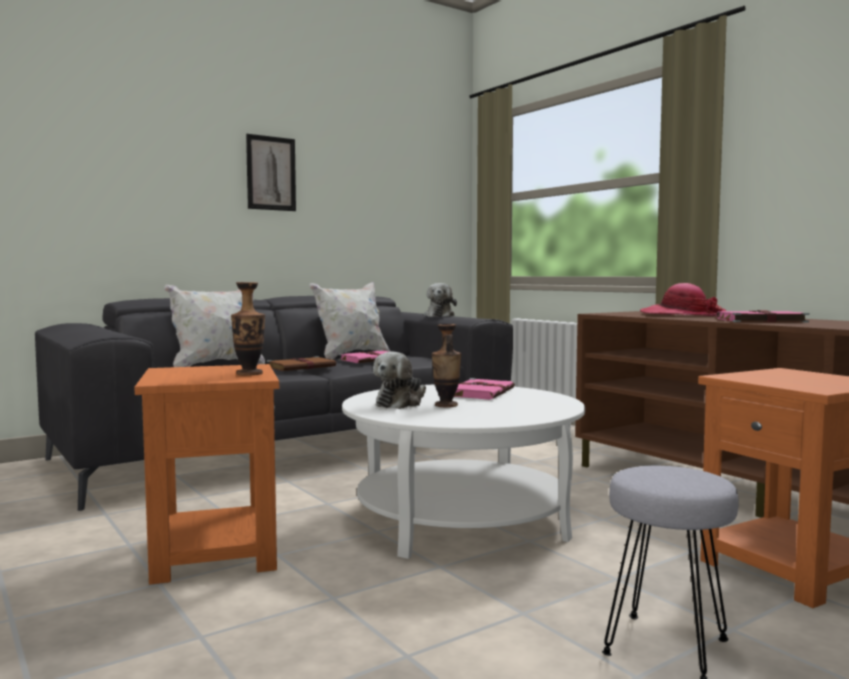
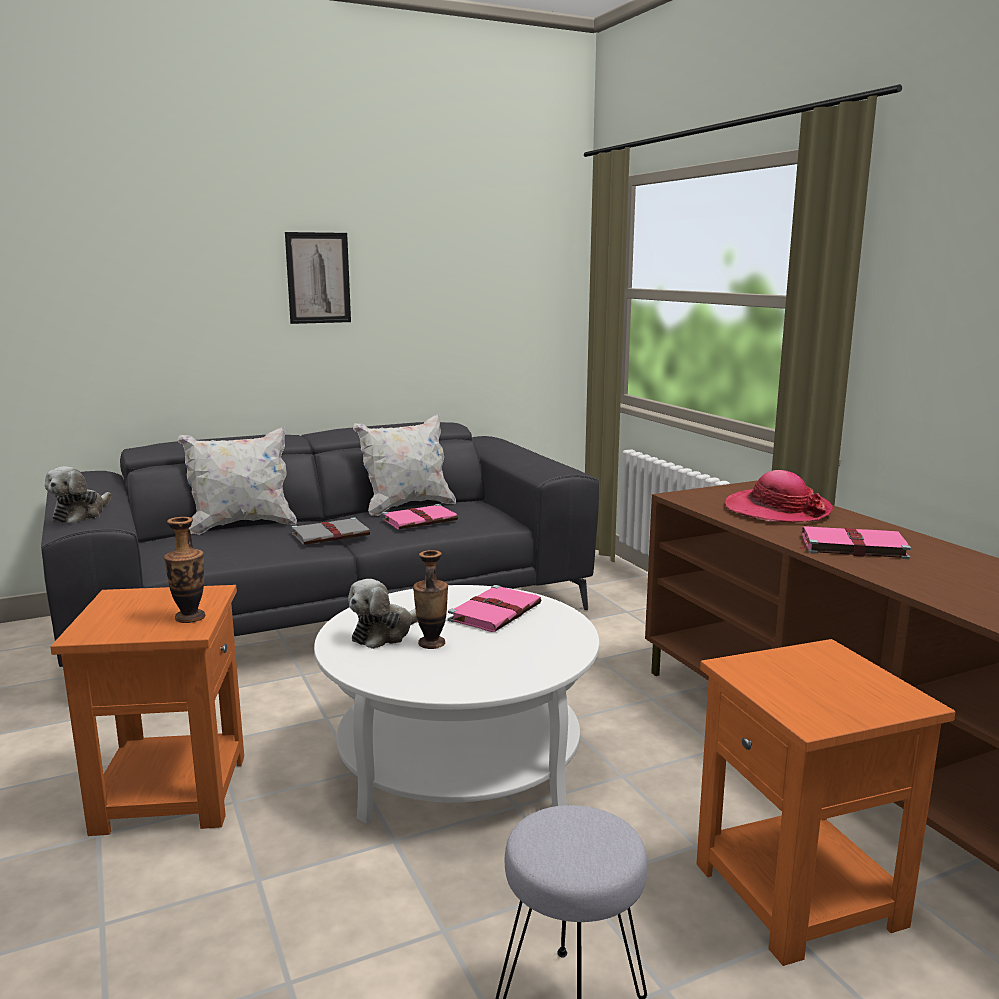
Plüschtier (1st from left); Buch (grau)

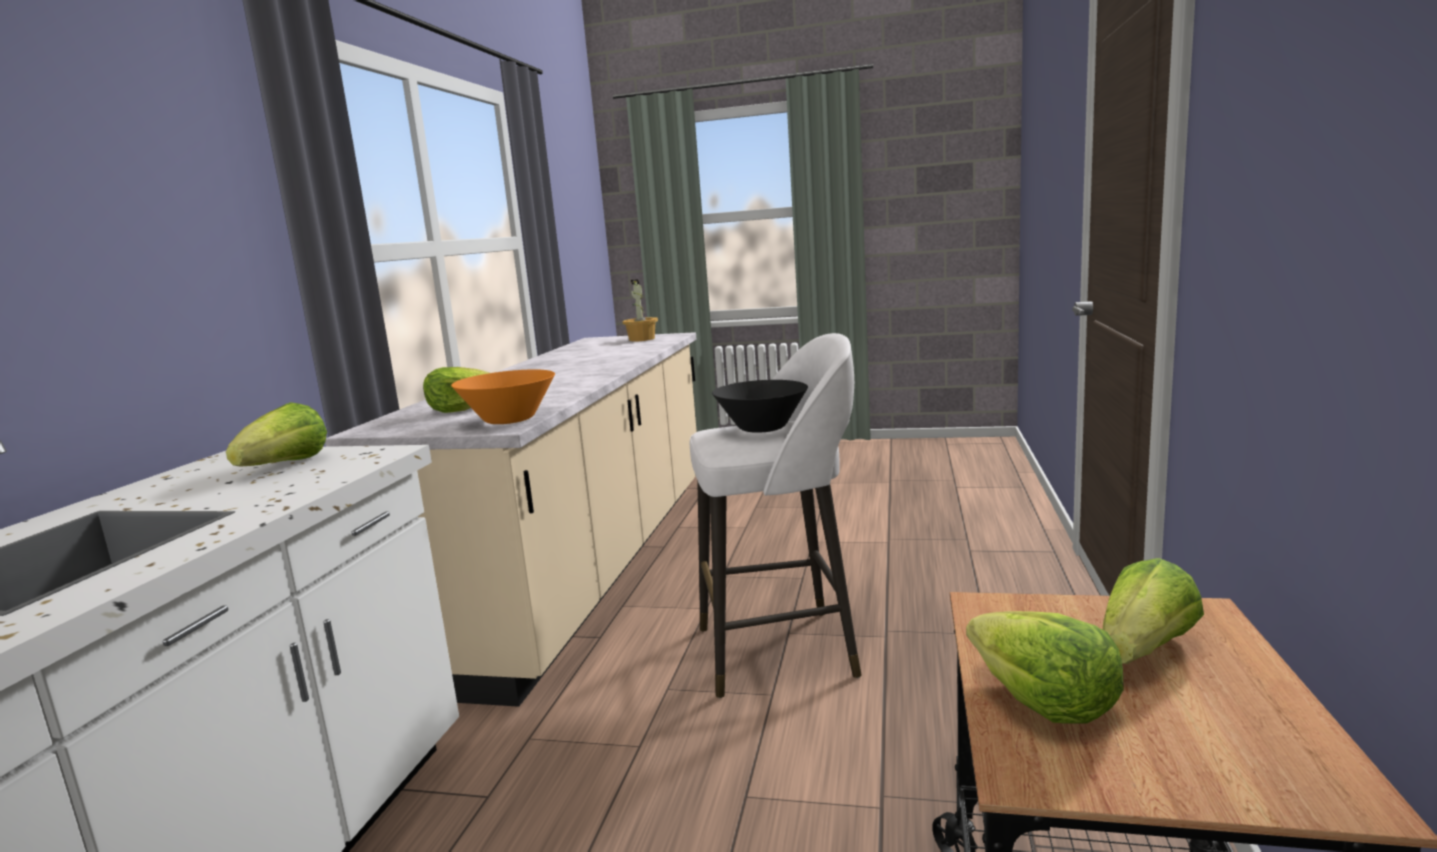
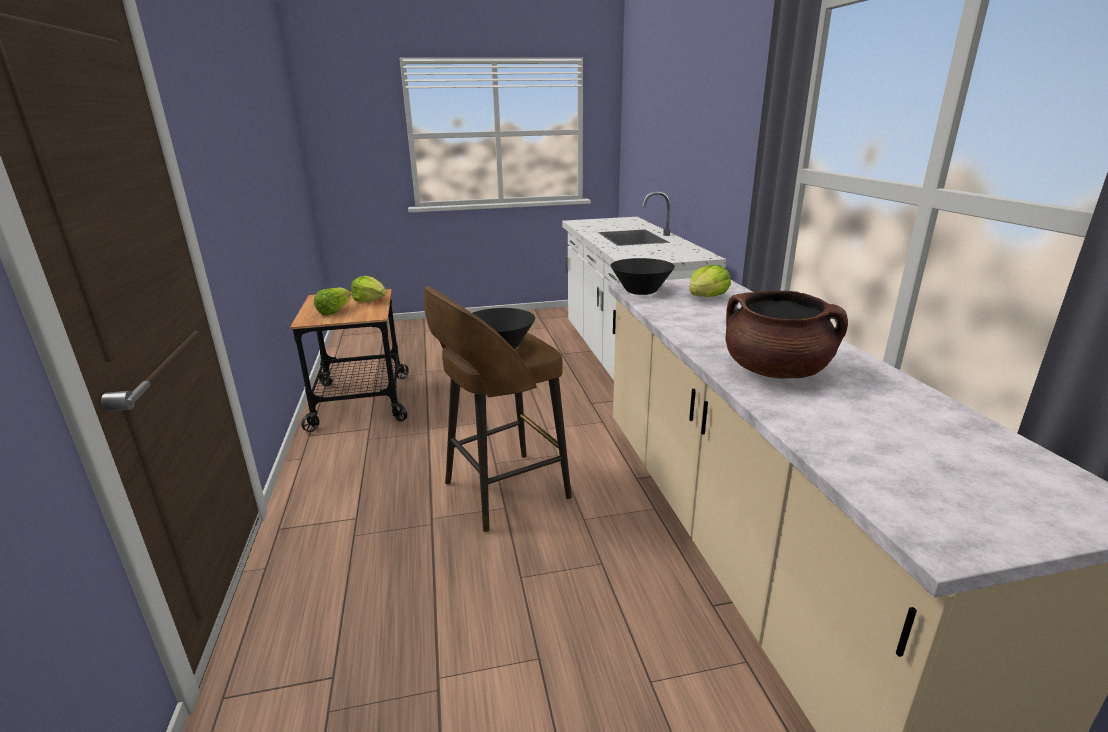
Topfpflanze; Hocker (braun); Schüssel (schwarz) (2nd from left); Salatkopf (1st from left in the first image); Kochtopf (braun)

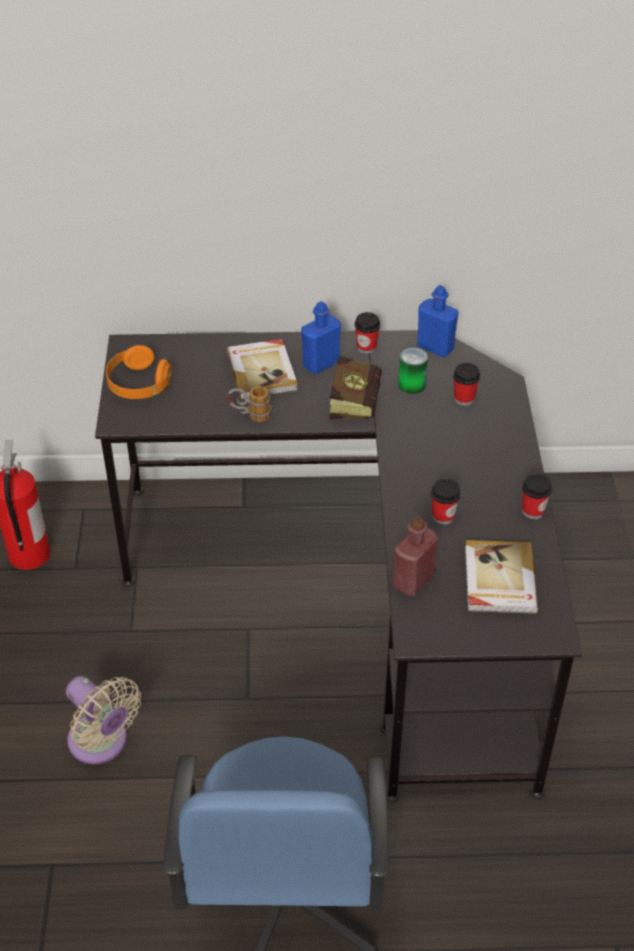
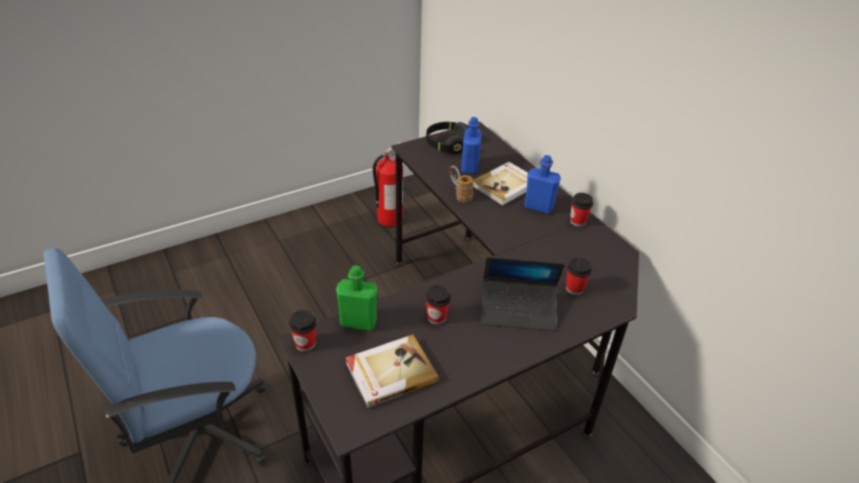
Flasche (blau) (1st from left); Kopfhörer (schwarz); Dose; Buch (2nd from left in the first image); Tasse (1st from left); Flasche (grün); Ventilator (beige); Laptop

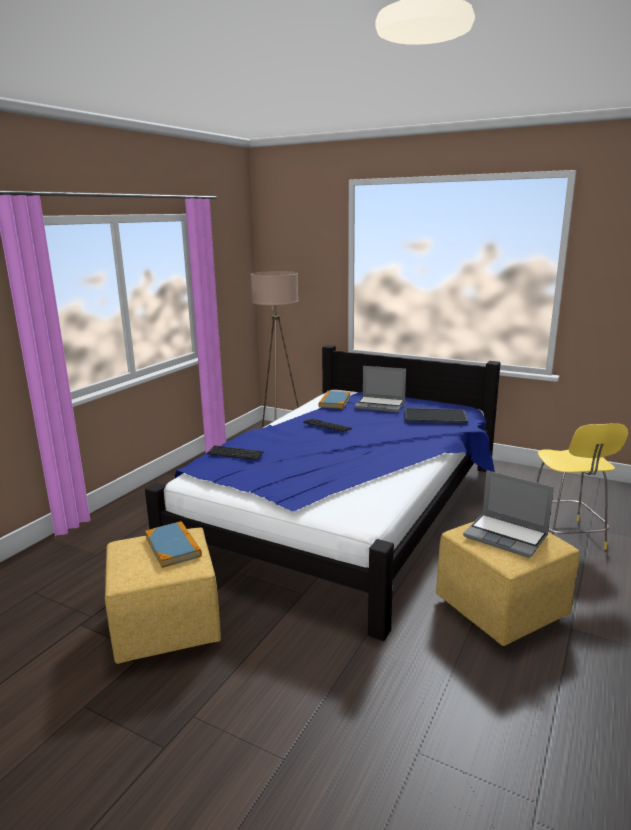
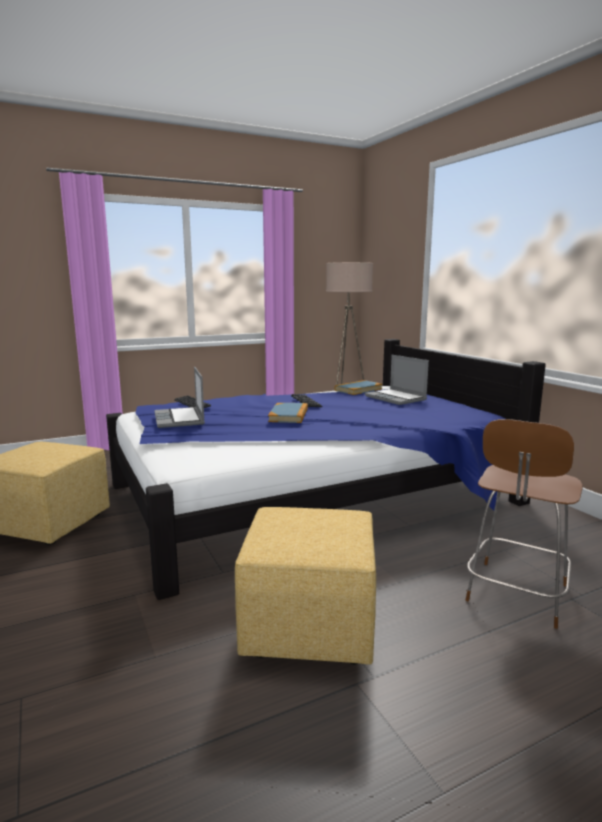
Tablett; Hocker (braun); Laptop (1st from left); Buch (1st from left)

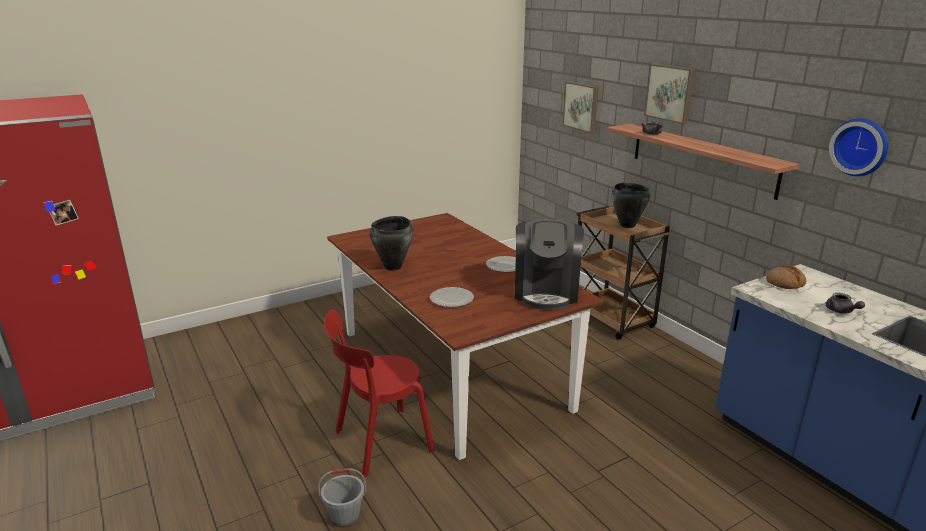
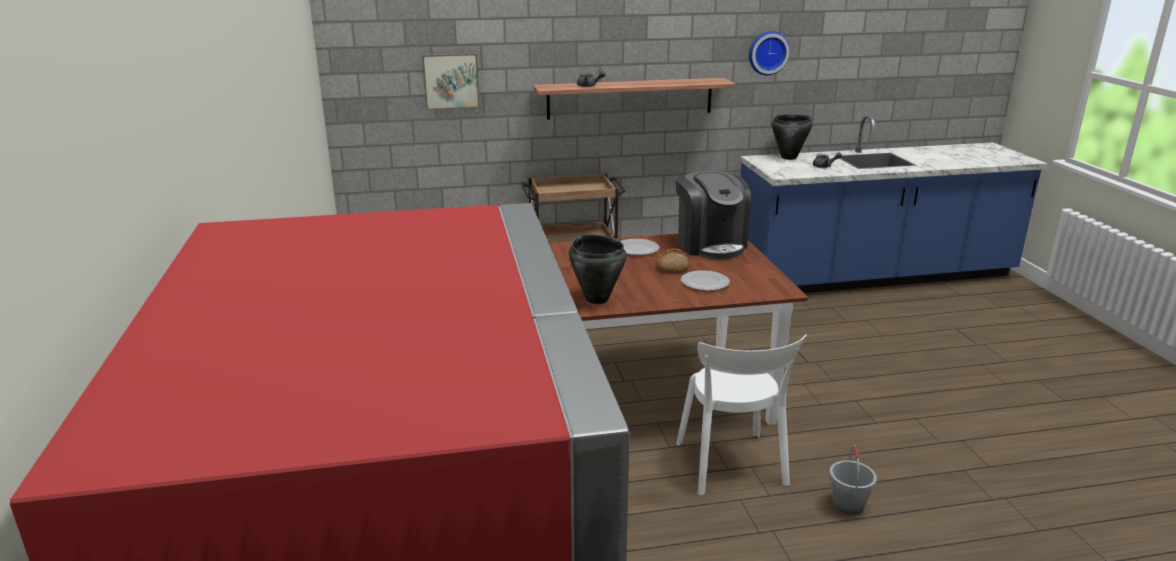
Bild (2nd from left in the first image); Kochtopf (schwarz) (2nd from left); Kaffeemaschine; Brot; Stuhl (weiß)

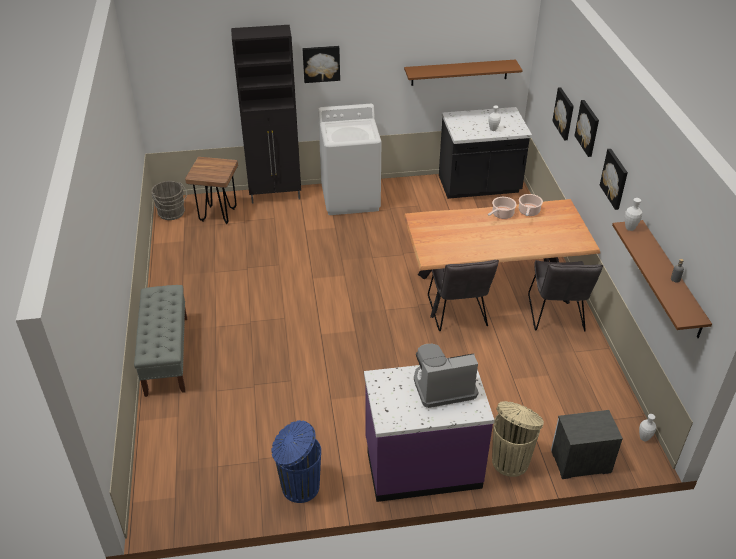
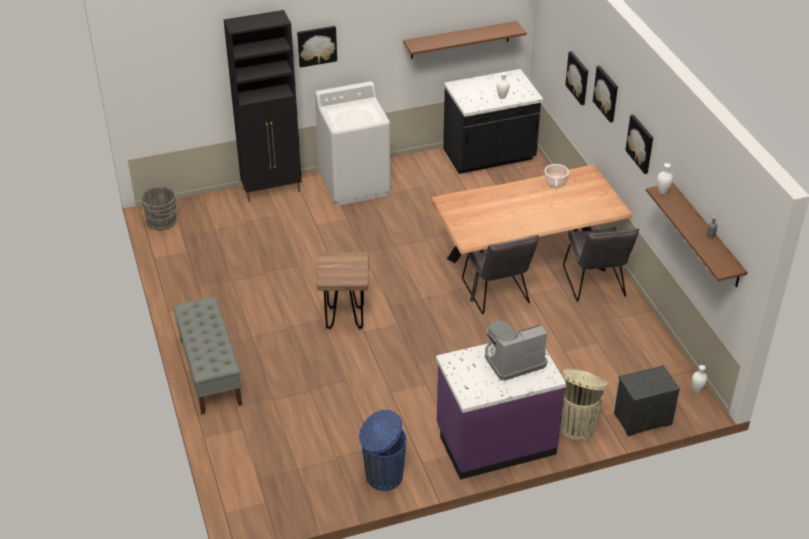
Hocker (braun); Kochtopf (1st from left in the first image)

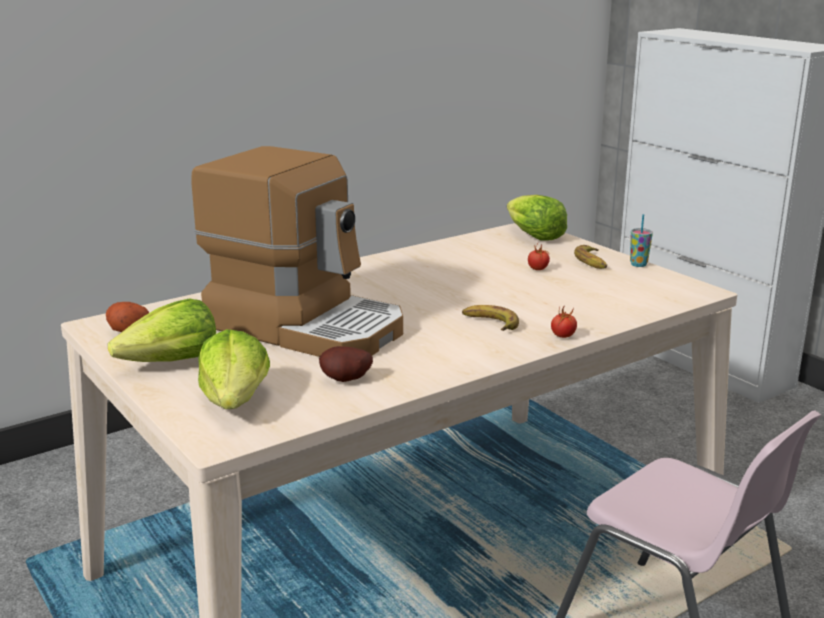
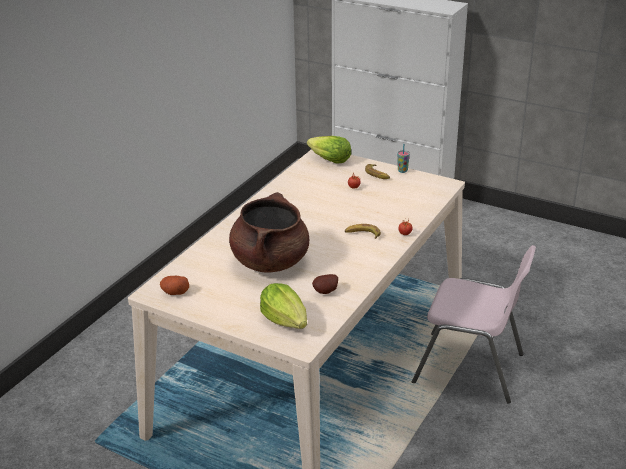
Kochtopf (braun); Salatkopf (1st from left in the first image)

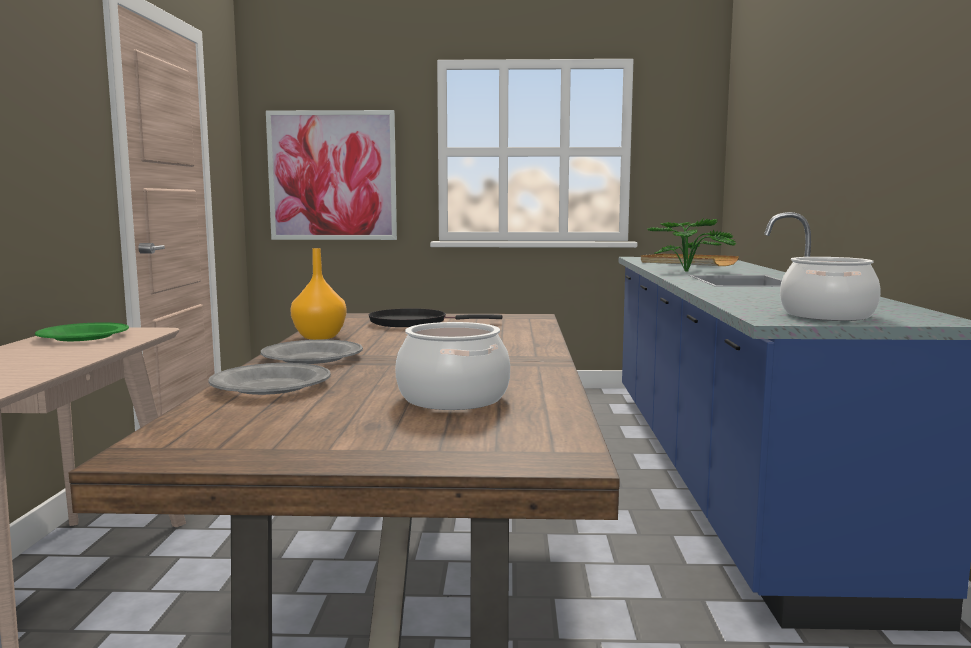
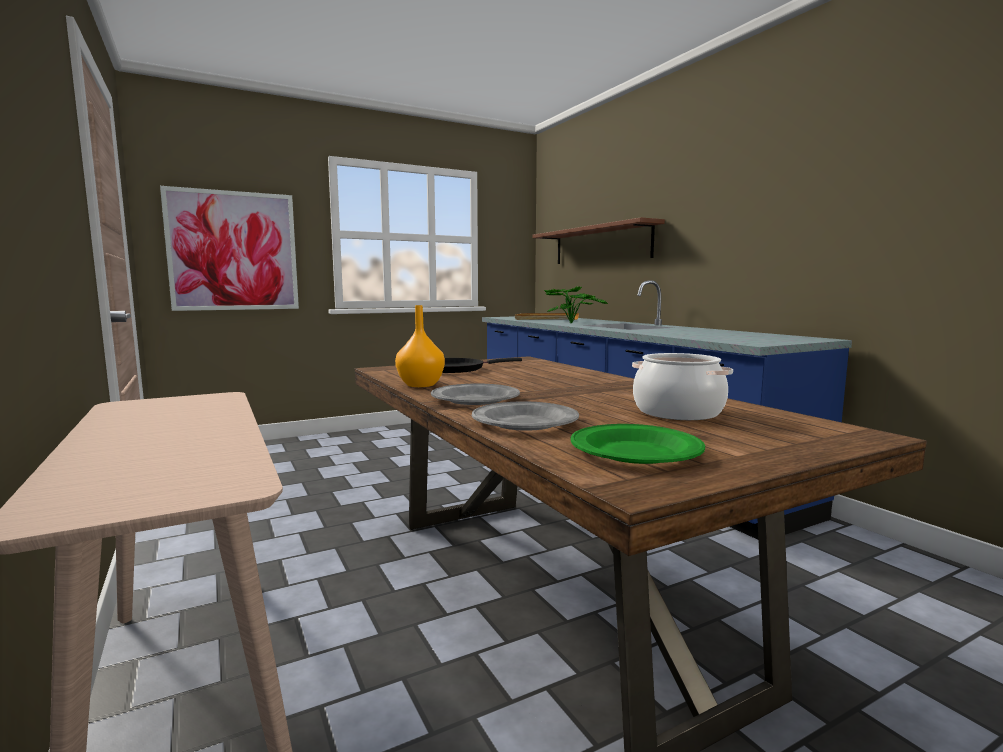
Kochtopf (2nd from left in the first image); Teller (grün); Wandregal (braun)

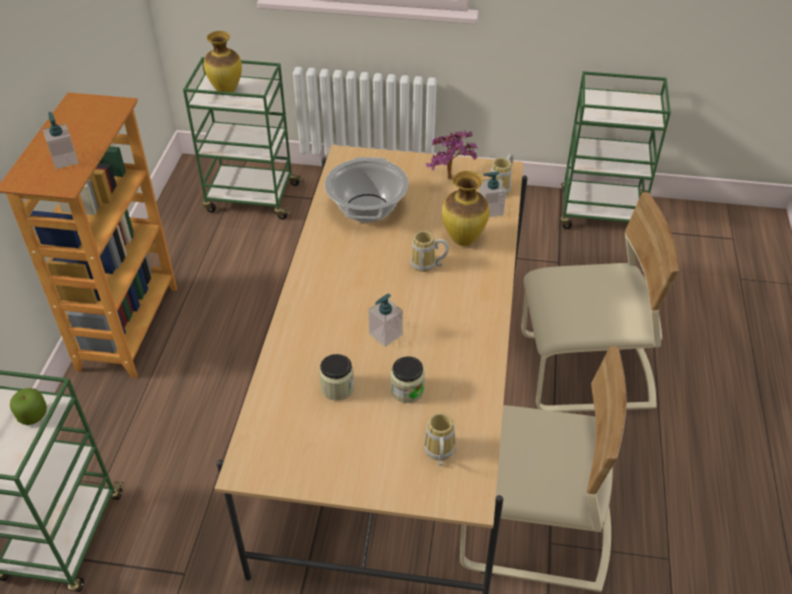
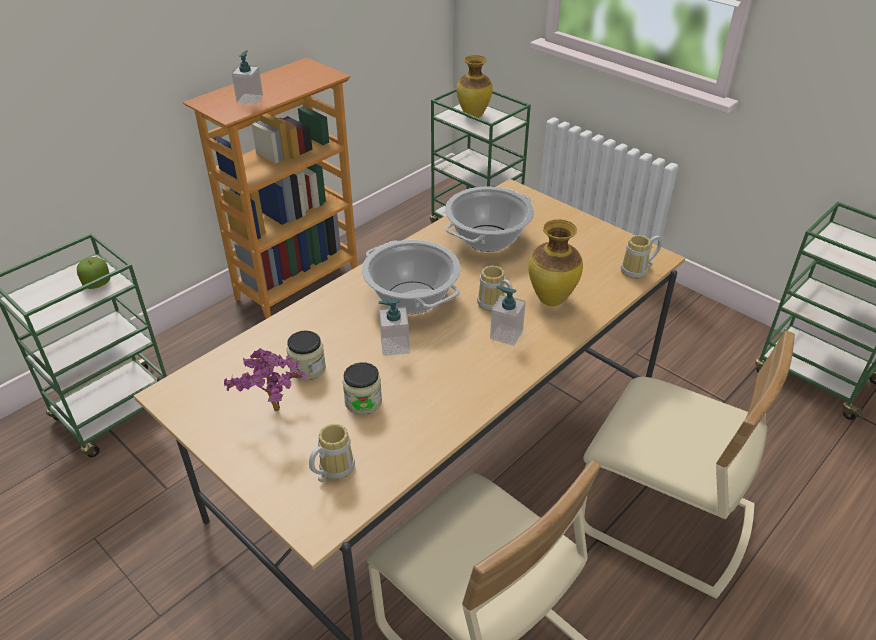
Topfpflanze; Seifenspender (3rd from left); Kochtopf (1st from left)

